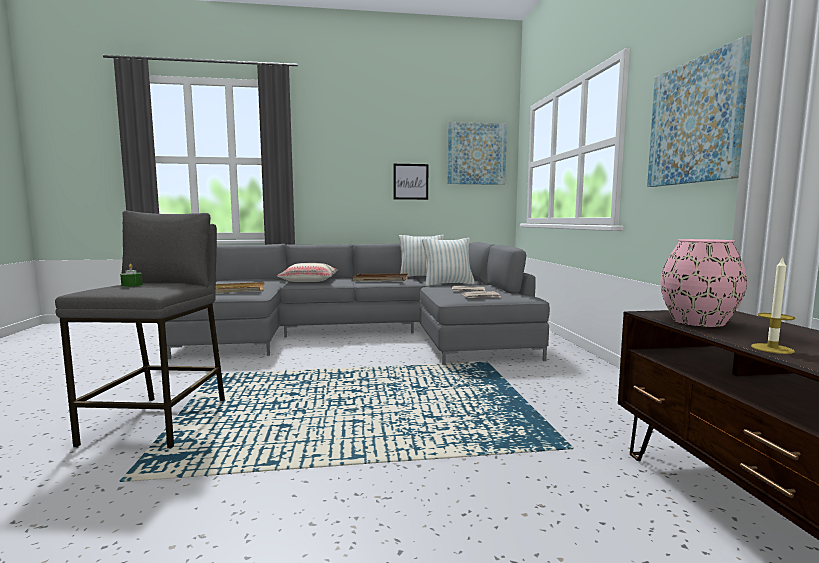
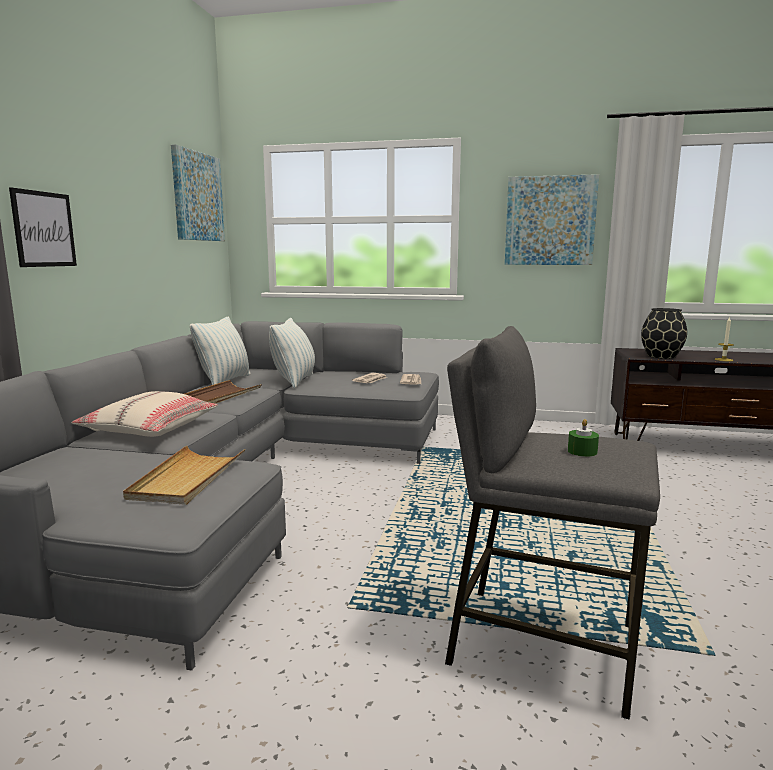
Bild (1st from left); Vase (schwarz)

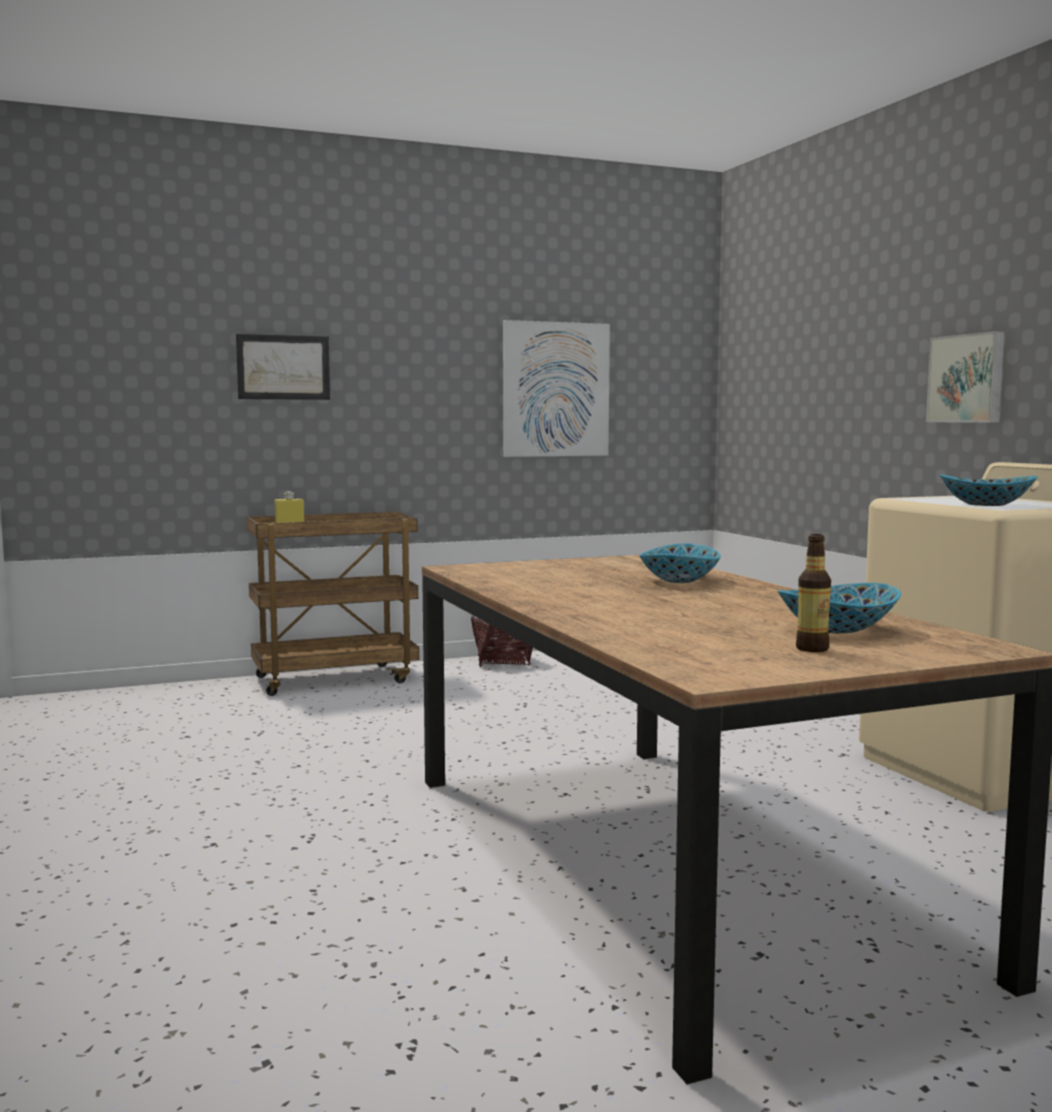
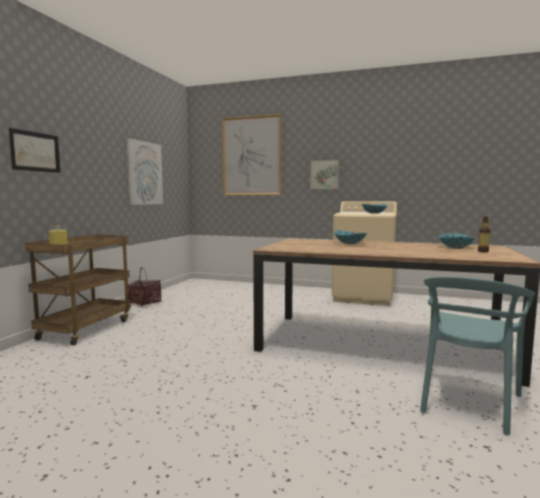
Bild (3rd from left); Stuhl (türkis)

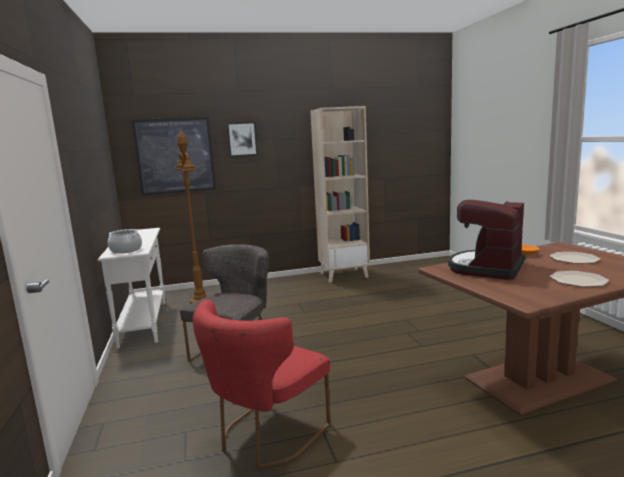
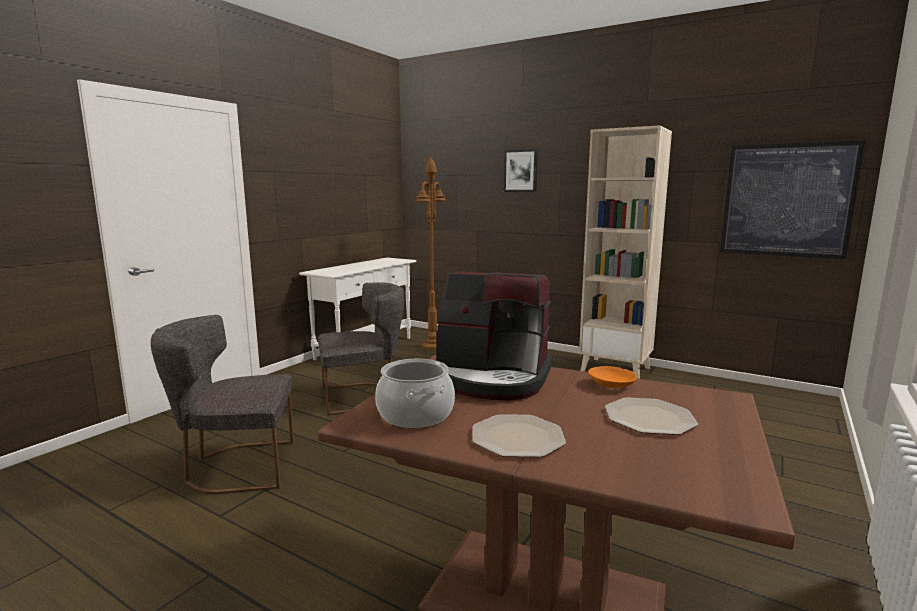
Bild (2nd from left); Kaffeemaschine; Kochtopf; Stuhl (grau) (1st from left)

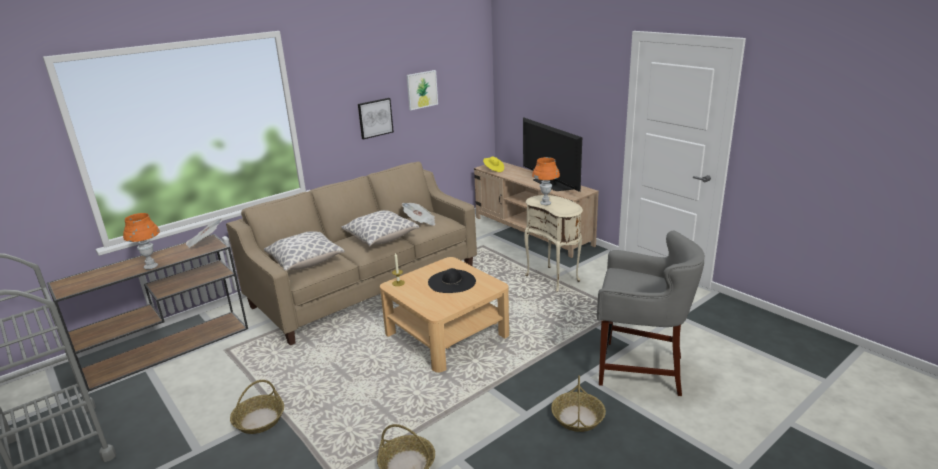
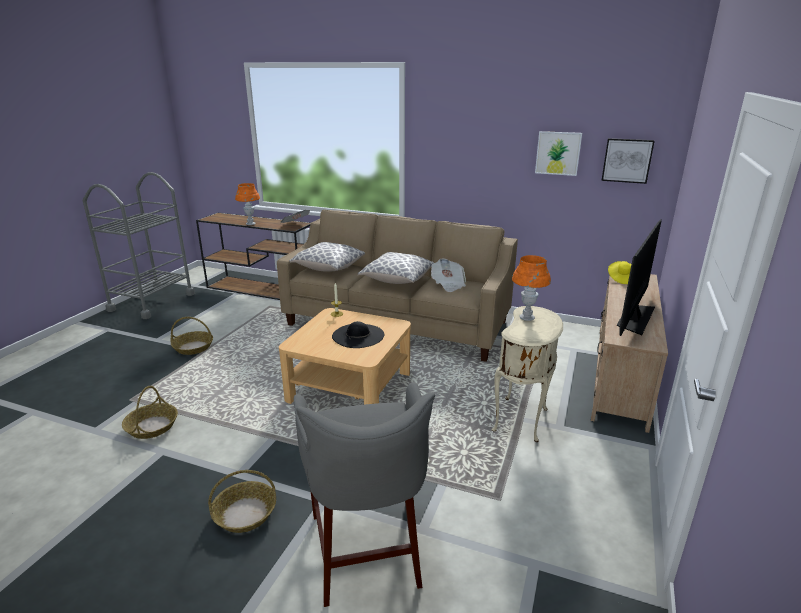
Bild (2nd from left)

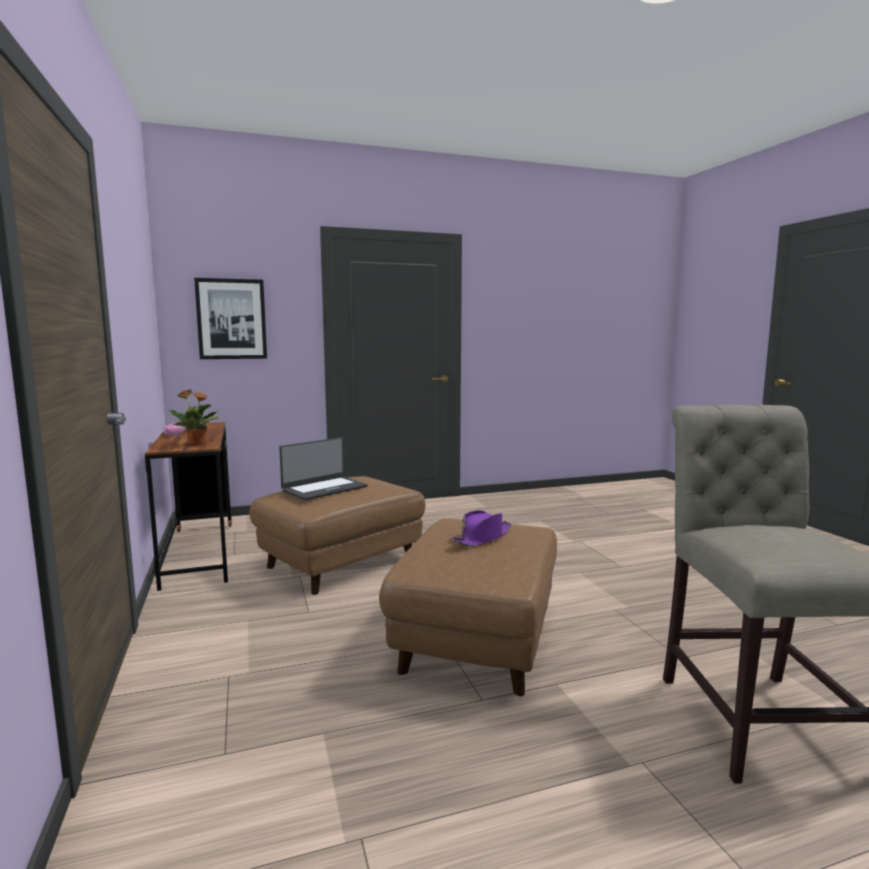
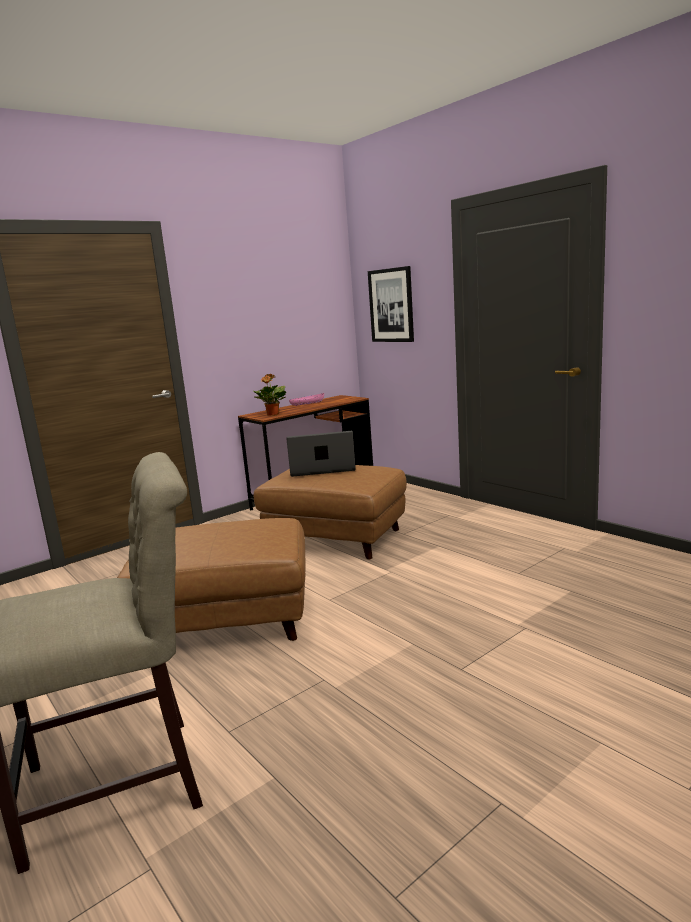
Laptop; Hut (lila)

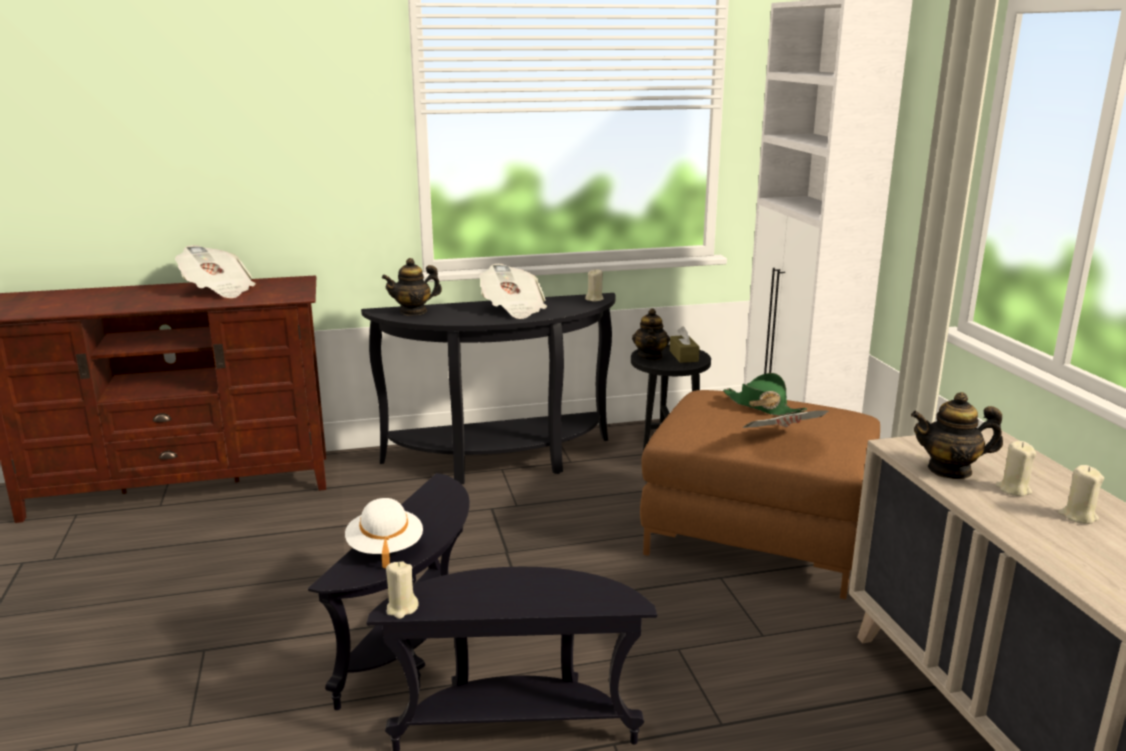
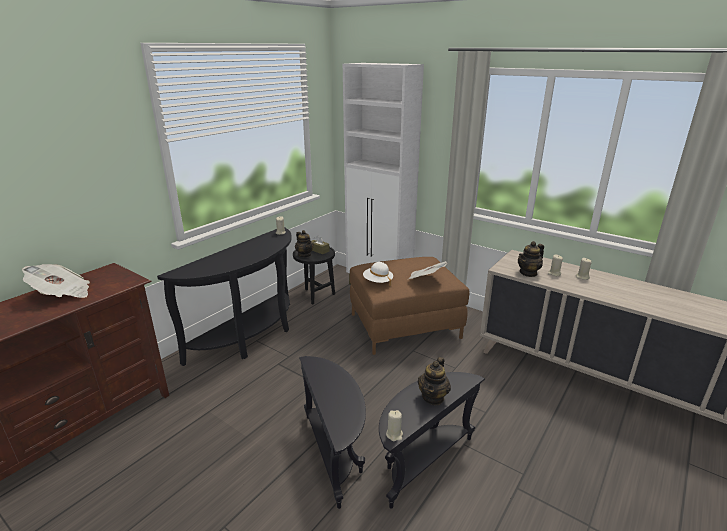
Teekanne (2nd from left); Zeitung (2nd from left in the first image); Hut (grün); Hut (weiß)

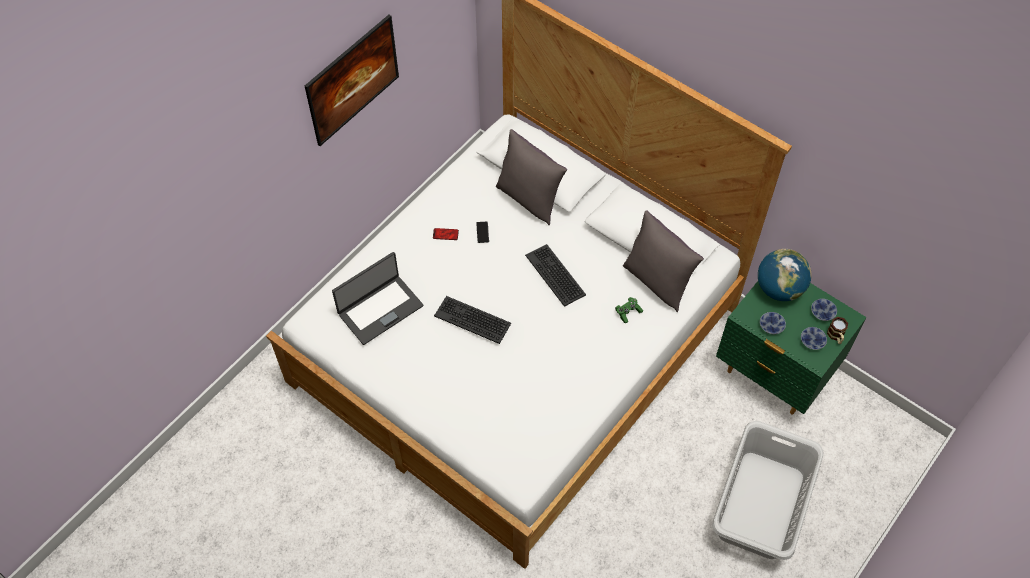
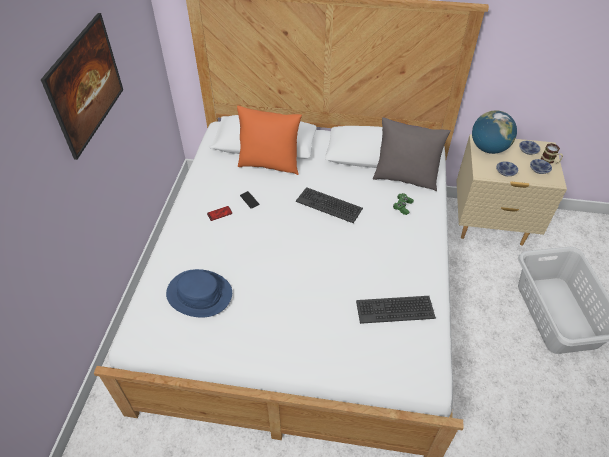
Kissen (orange); Hut (blau); Nachttisch (beige); Tastatur (2nd from left)

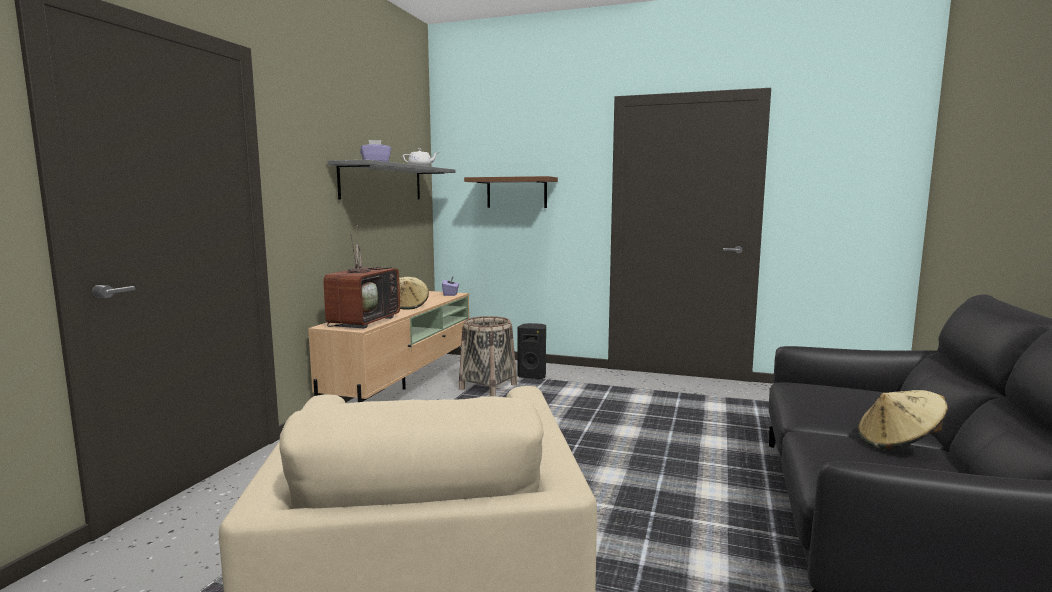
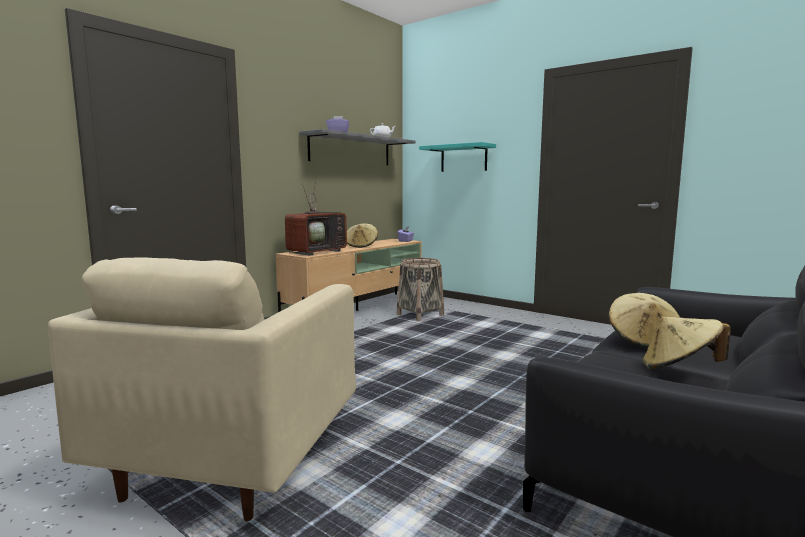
Wandregal (türkis); Lautsprecher (schwarz); Hut (beige) (2nd from left)

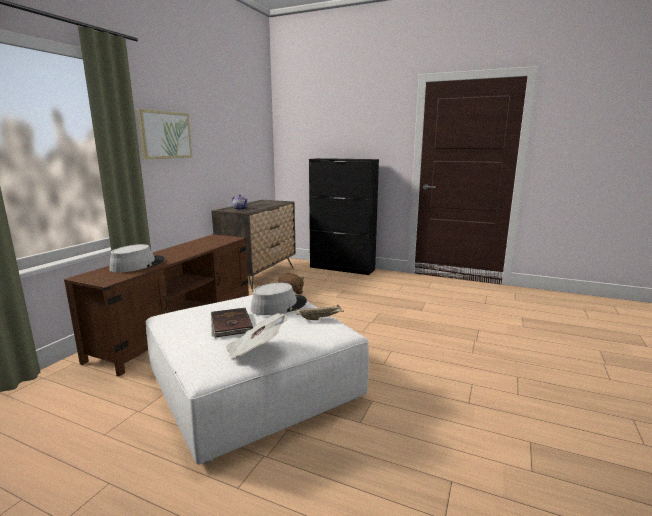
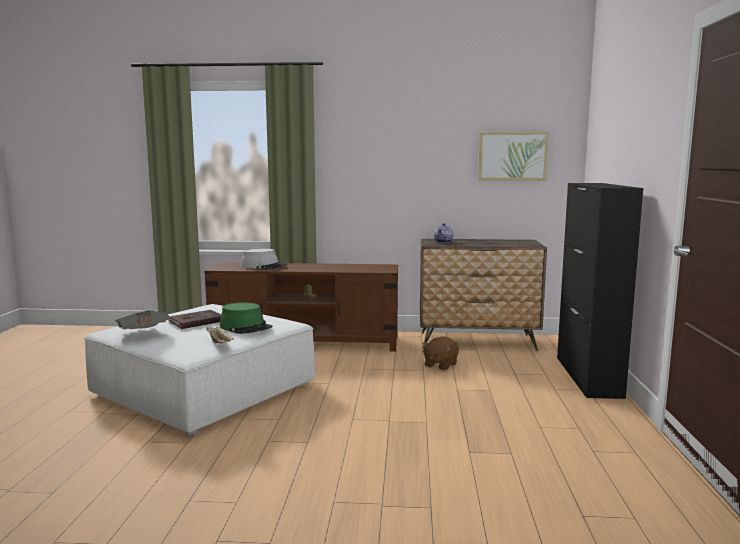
Bild; Hut (grün)

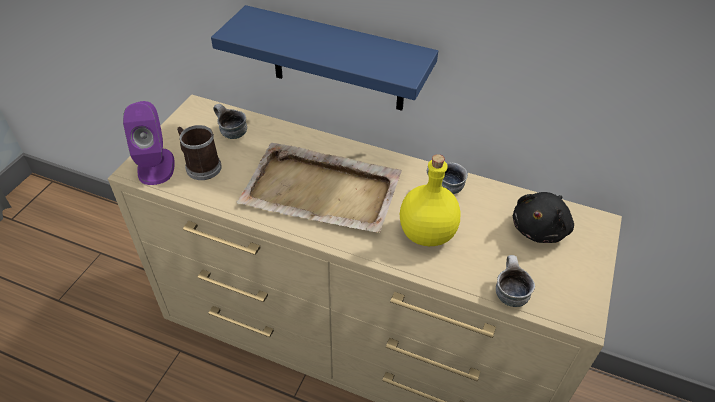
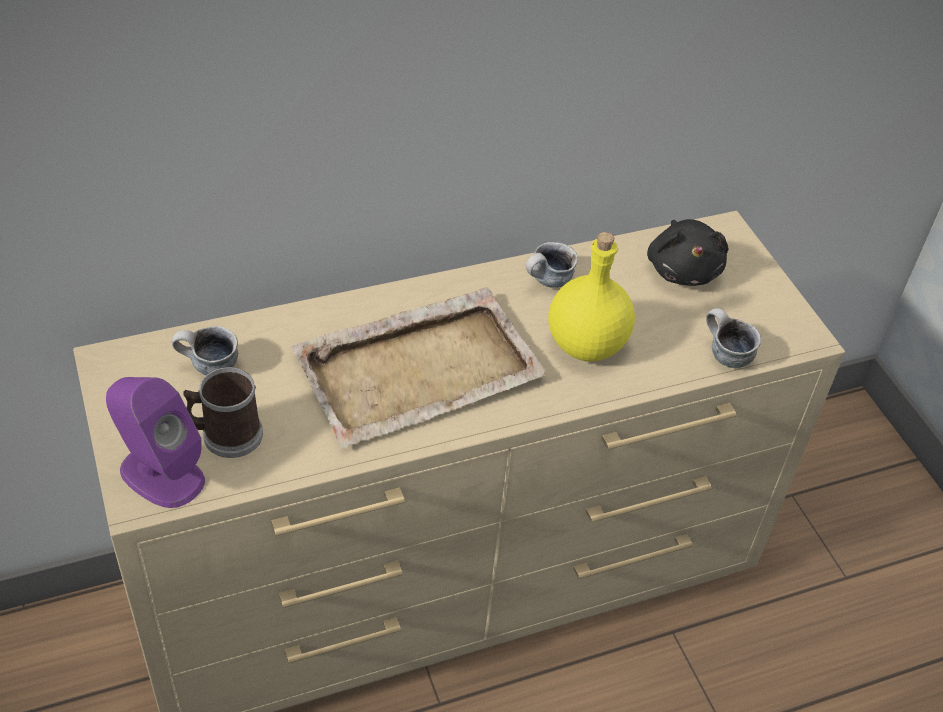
Wandregal (blau)

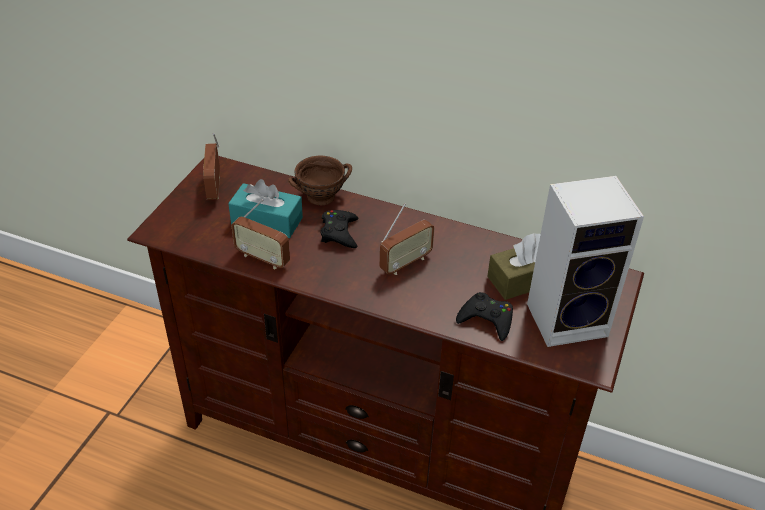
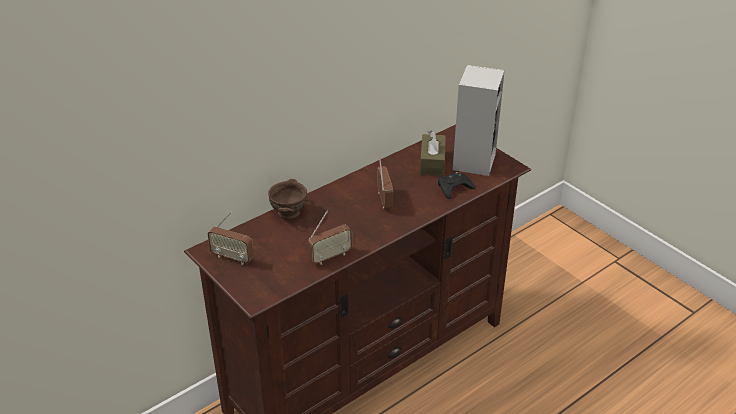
Taschentuchbox (türkis); Gamepad (schwarz) (1st from left in the first image)

